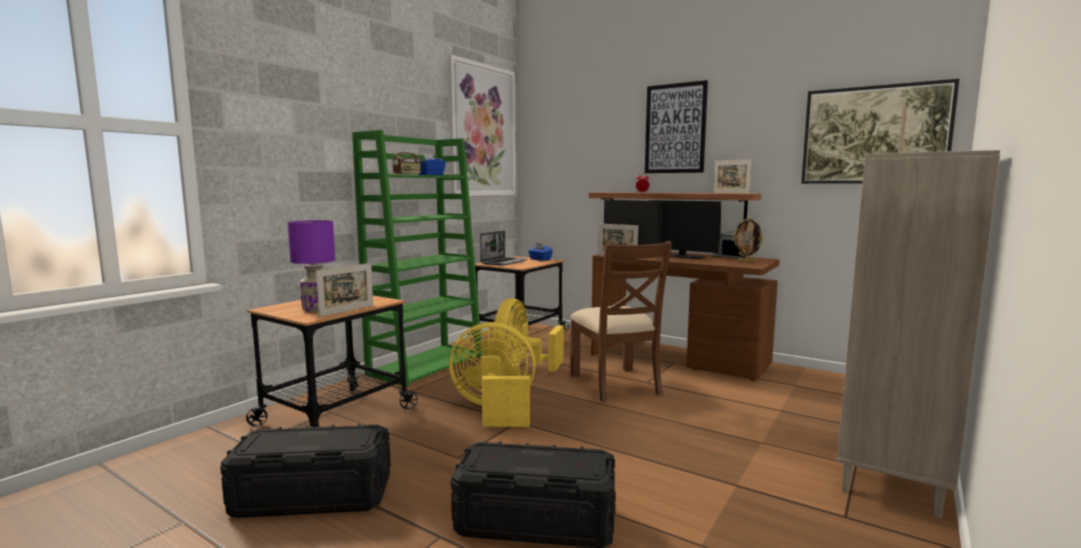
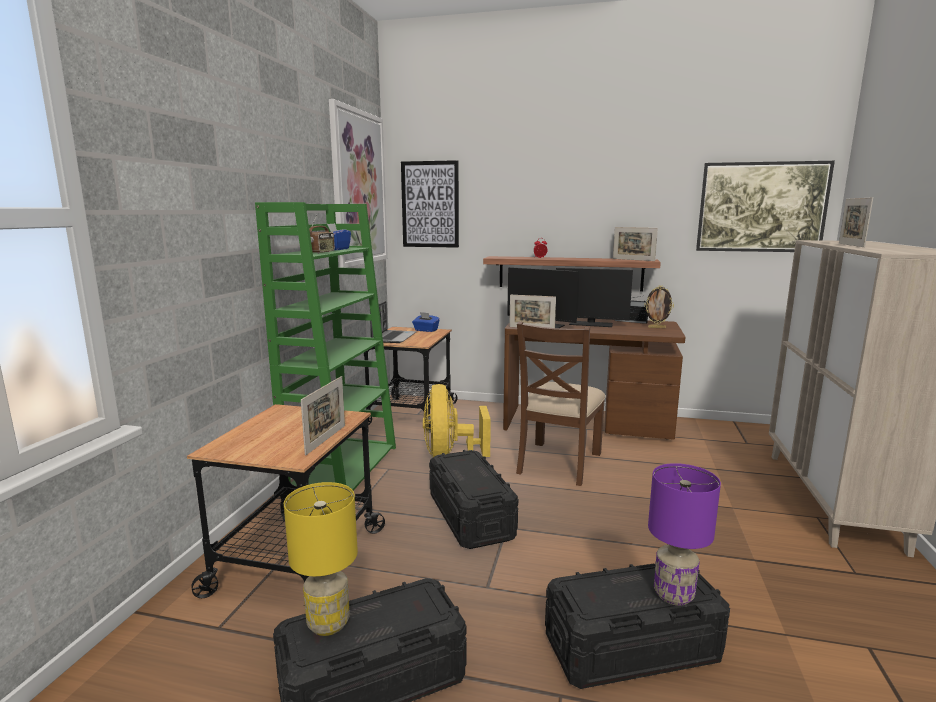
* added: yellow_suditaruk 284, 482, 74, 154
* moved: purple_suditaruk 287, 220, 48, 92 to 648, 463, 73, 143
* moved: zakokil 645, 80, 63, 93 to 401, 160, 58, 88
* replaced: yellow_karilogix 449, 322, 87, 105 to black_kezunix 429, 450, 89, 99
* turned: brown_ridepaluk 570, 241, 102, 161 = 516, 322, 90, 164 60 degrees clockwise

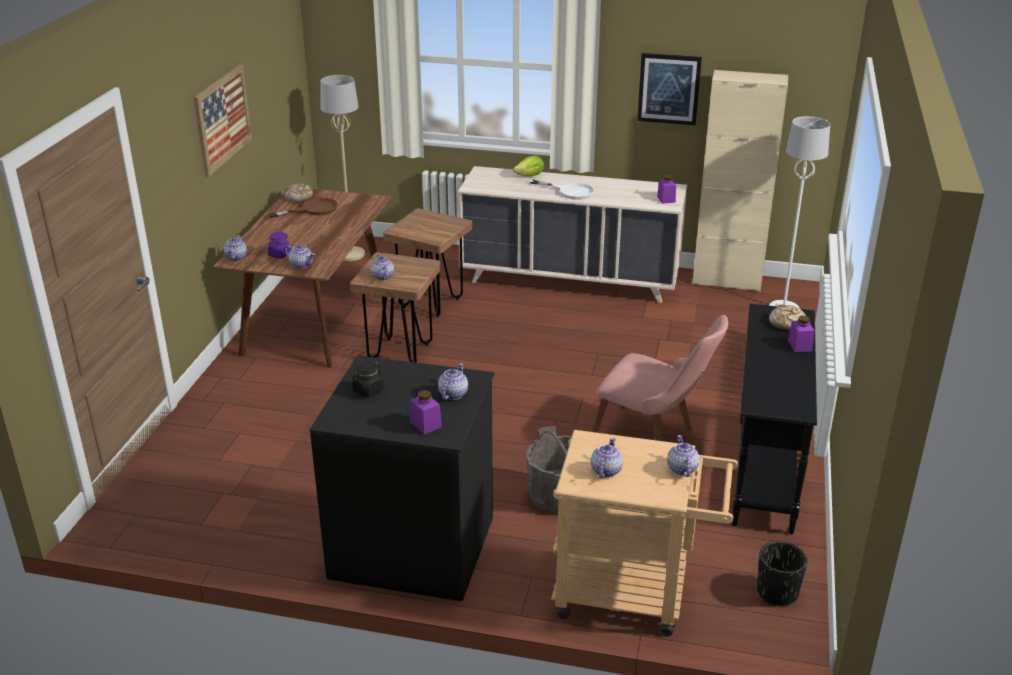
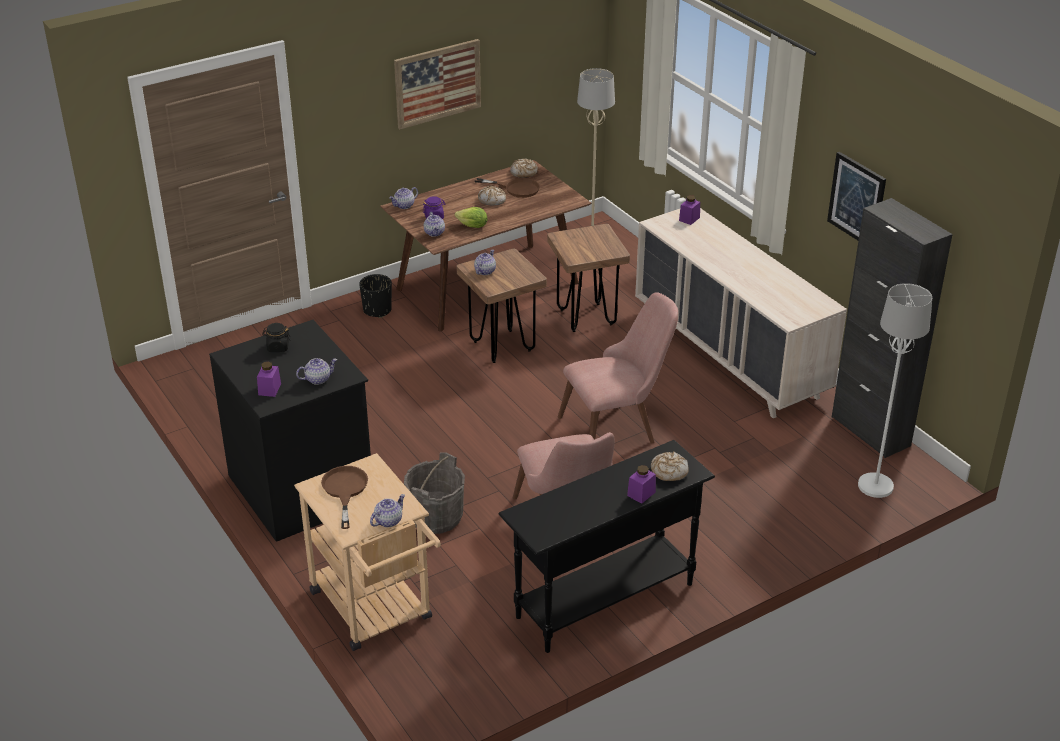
* removed: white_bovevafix 530, 180, 65, 20
* added: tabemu 478, 186, 28, 19
* added: pink_ridepaluk 558, 292, 120, 151
* moved: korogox 513, 156, 31, 21 to 455, 207, 33, 21
* moved: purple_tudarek 657, 175, 19, 29 to 679, 195, 21, 30
* moved: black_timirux 757, 541, 51, 65 to 359, 274, 33, 44
* replaced: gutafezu 591, 438, 32, 40 to brown_bovevafix 321, 466, 47, 63
* recoloured: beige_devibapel 692, 70, 96, 222 to black_devibapel 832, 198, 121, 260

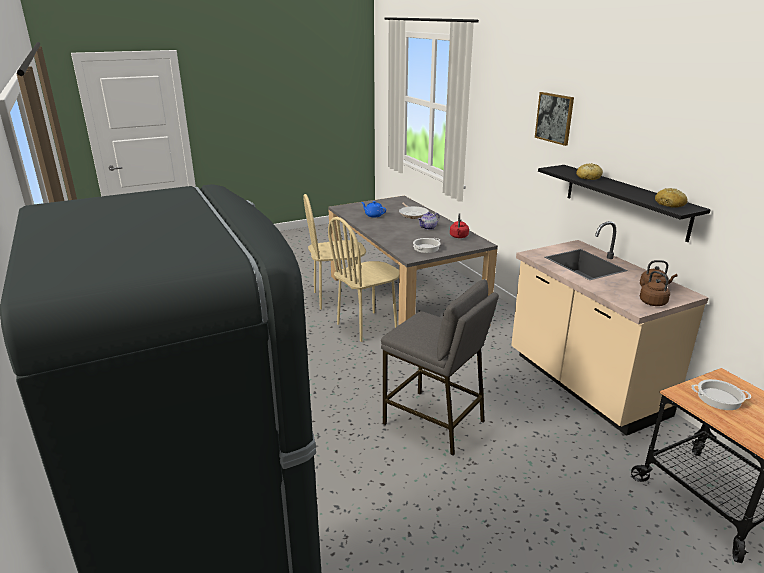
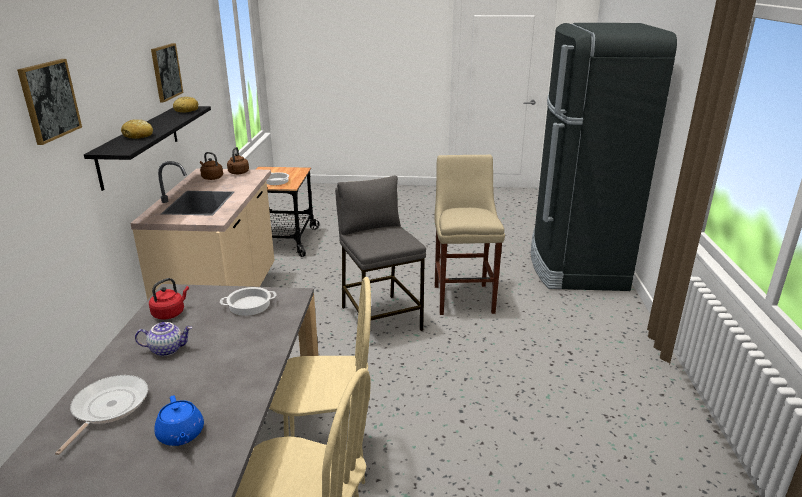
* added: zakokil 151, 43, 32, 59
* added: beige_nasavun 434, 155, 71, 160

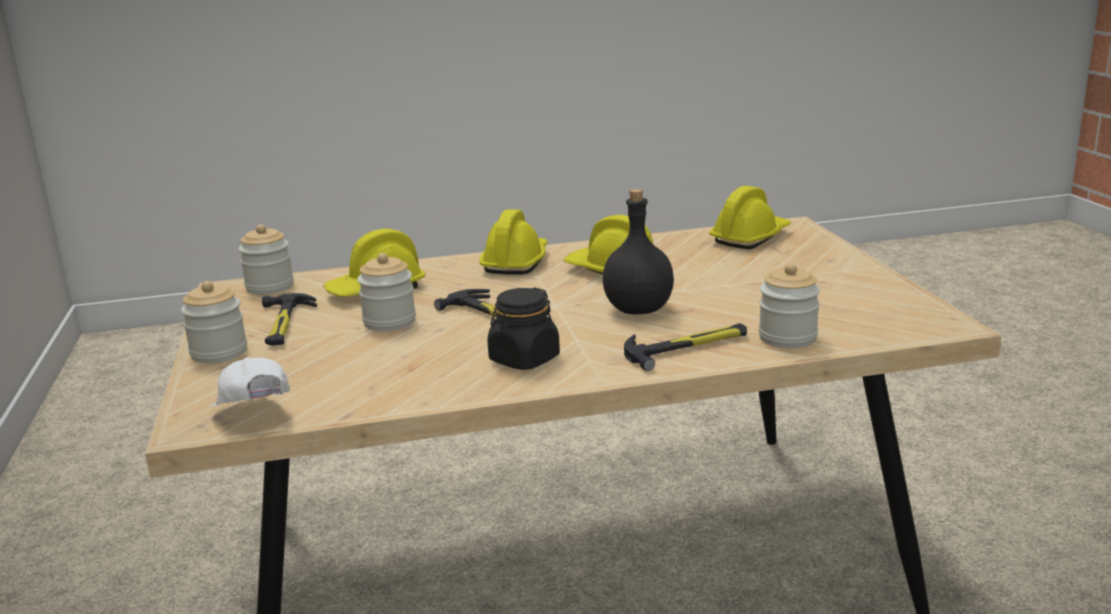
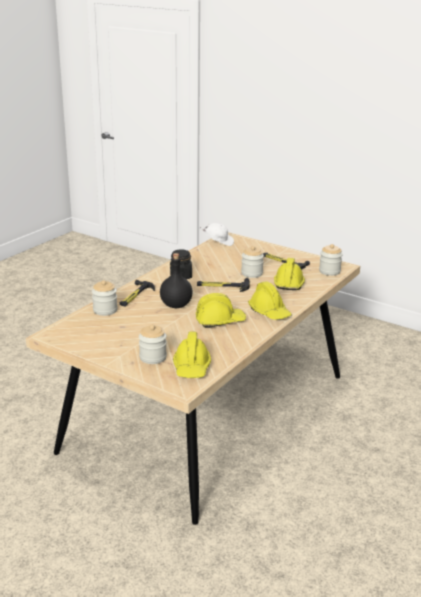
* moved: tudarek 181, 281, 66, 83 to 139, 325, 28, 39

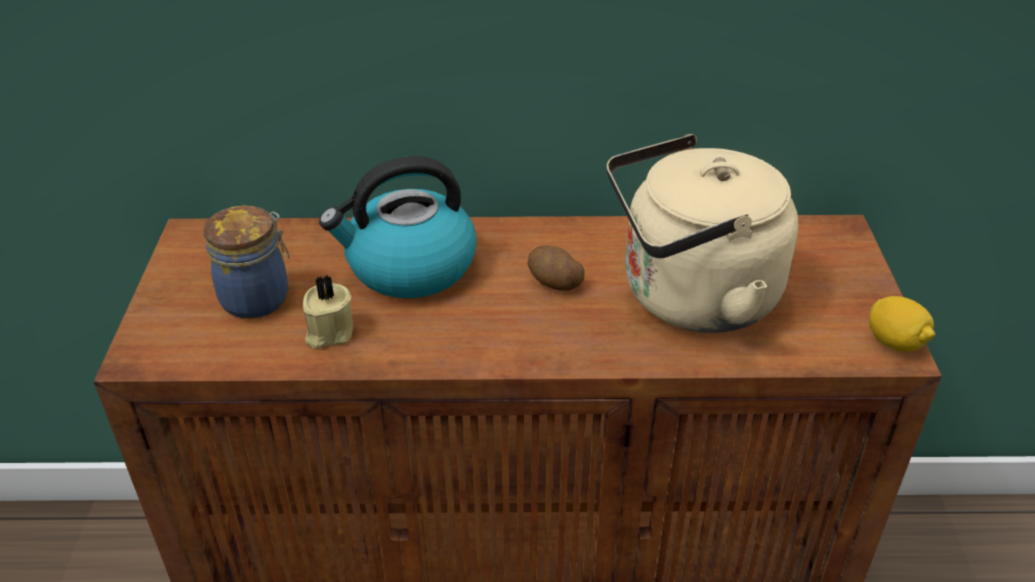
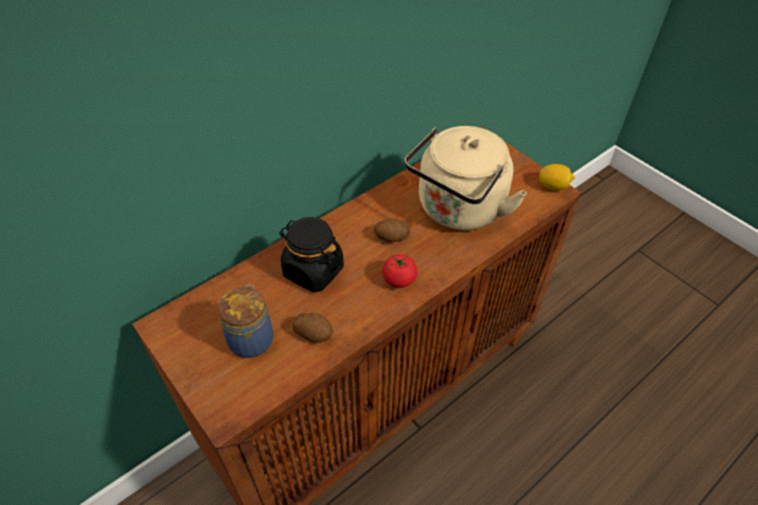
* added: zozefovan 382, 254, 35, 34
* replaced: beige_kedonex 303, 275, 50, 73 to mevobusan 292, 313, 41, 30
* replaced: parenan 319, 156, 158, 142 to black_tudarek 279, 217, 65, 76

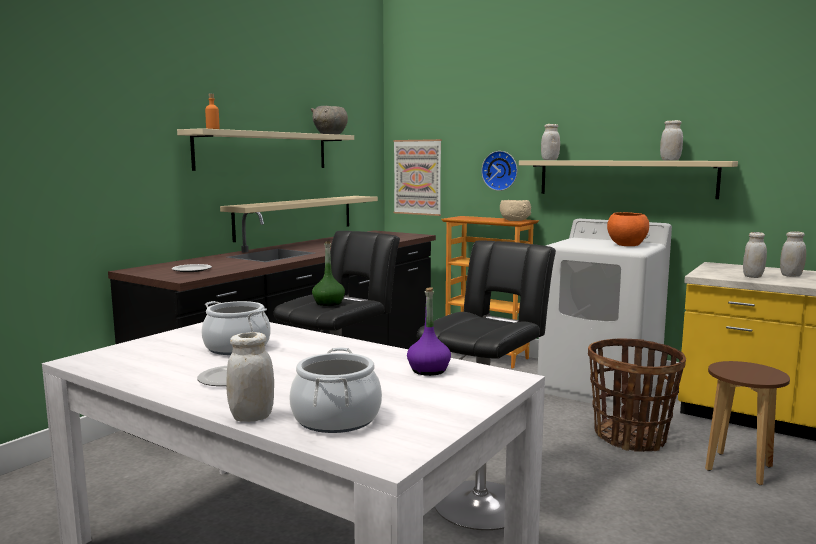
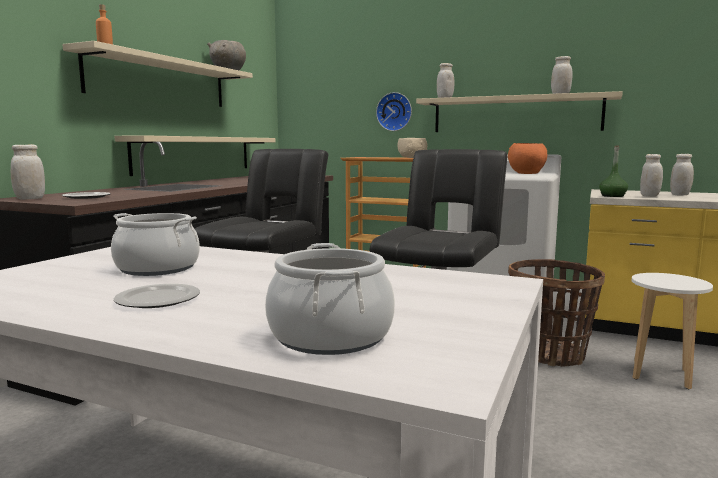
* removed: zakokil 393, 139, 49, 77
* removed: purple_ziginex 407, 287, 44, 89
* moved: white_tudarek 226, 332, 48, 90 to 11, 144, 34, 55
* moved: green_ziginex 312, 242, 33, 64 to 599, 145, 29, 52
* recoloured: brown_nasavun 705, 361, 85, 124 to white_nasavun 632, 273, 81, 117

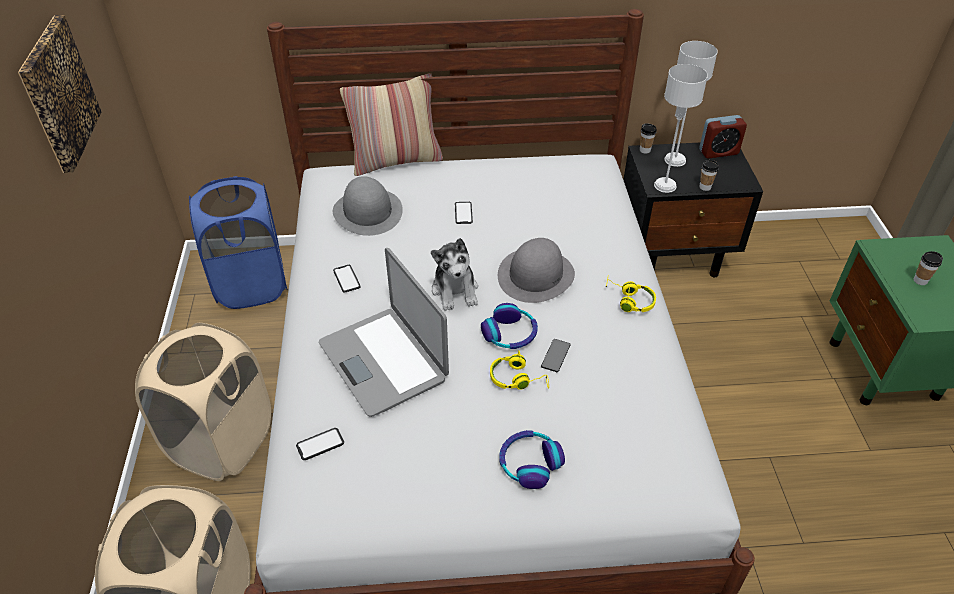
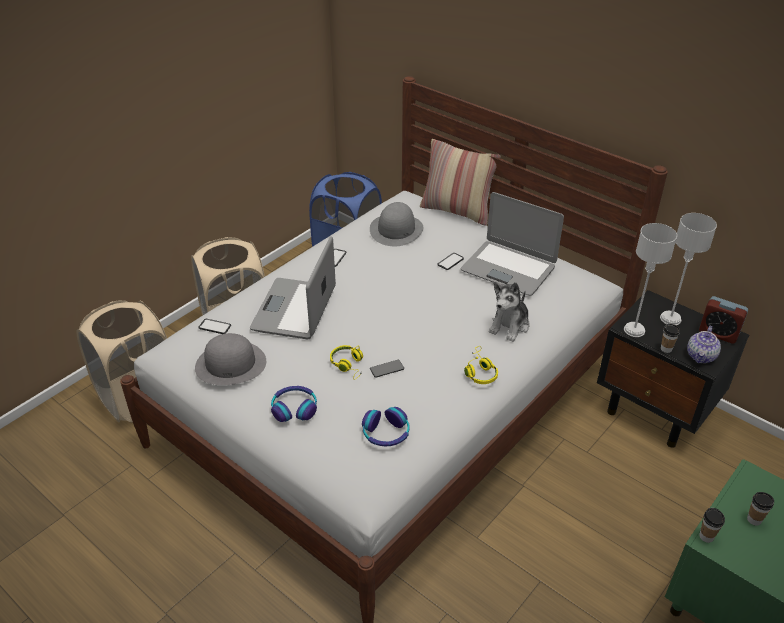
* removed: zakokil 18, 15, 83, 158
* added: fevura 461, 192, 103, 104
* added: gutafezu 687, 326, 34, 37
* moved: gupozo 431, 238, 47, 73 to 489, 282, 40, 60
* moved: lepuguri 481, 303, 57, 46 to 362, 407, 48, 39
* moved: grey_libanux 498, 238, 77, 65 to 195, 333, 71, 52
* moved: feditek 640, 123, 17, 31 to 699, 508, 26, 35

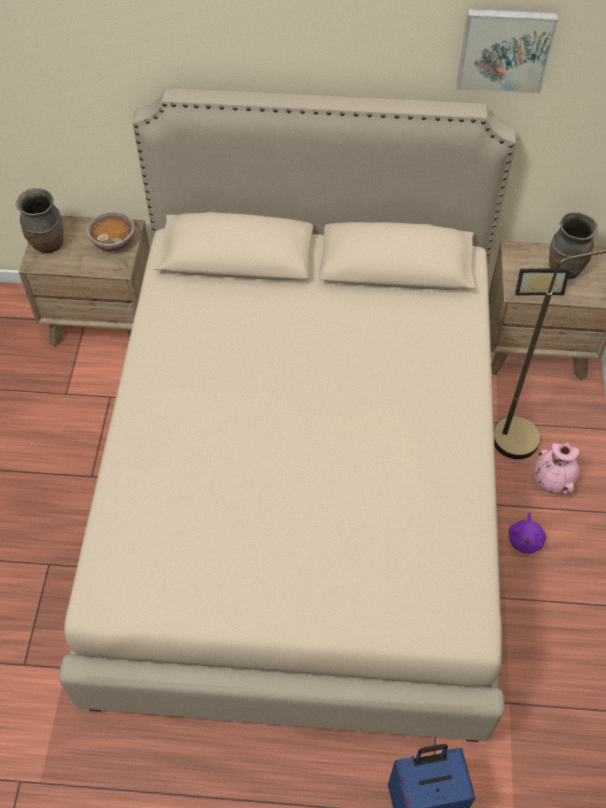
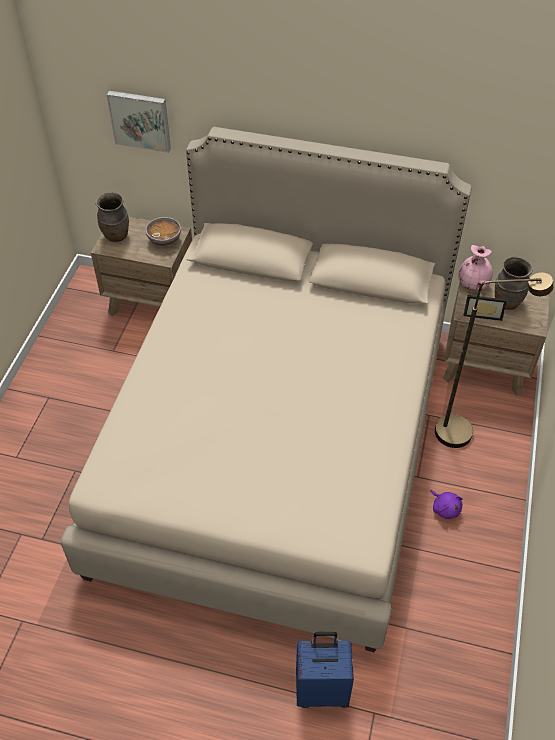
* moved: zakokil 457, 9, 101, 85 to 107, 91, 64, 62
* moved: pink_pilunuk 534, 443, 45, 51 to 458, 245, 35, 45
* turned: purple_gupozo 509, 512, 37, 42 = 430, 490, 33, 29 60 degrees counterclockwise

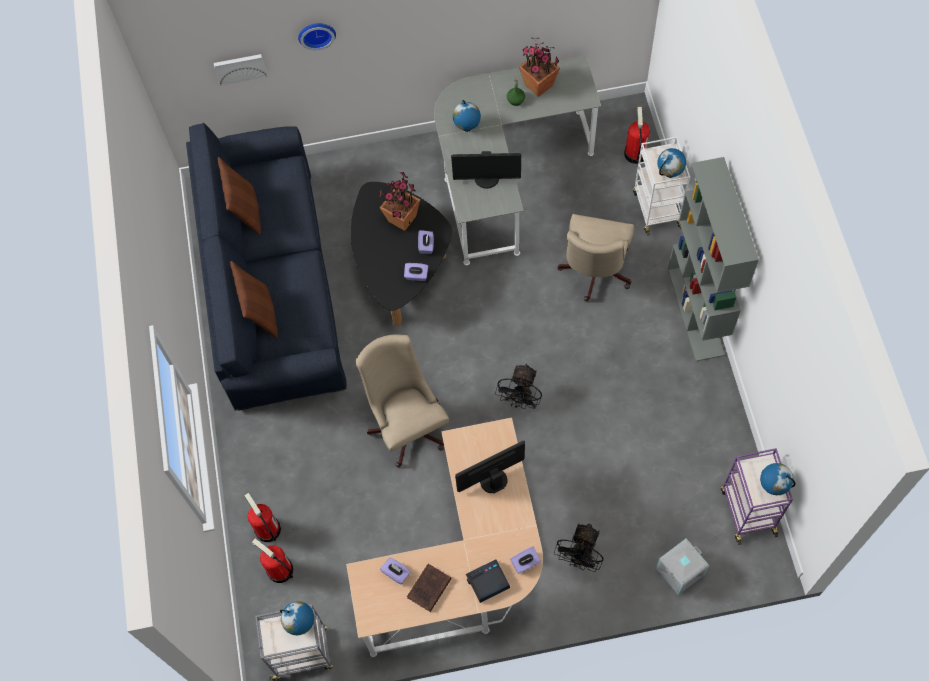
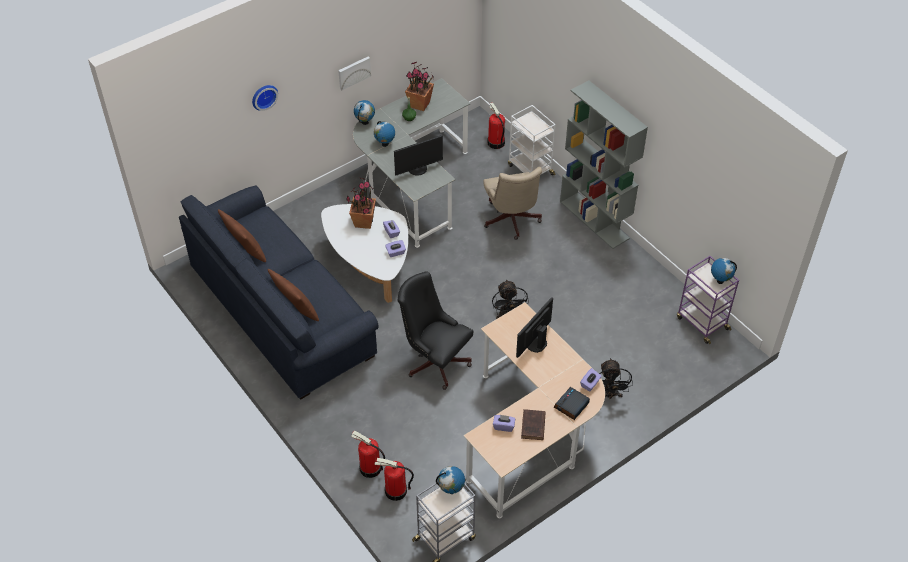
* removed: grey_kezunix 656, 538, 54, 57
* moved: zakokil 214, 54, 53, 32 to 338, 57, 33, 33
* moved: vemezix 657, 148, 29, 30 to 354, 100, 21, 25
* recoloured: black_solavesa 351, 182, 101, 144 to white_solavesa 321, 204, 87, 99
* recoloured: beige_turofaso 355, 335, 94, 133 to black_turofaso 397, 271, 76, 119

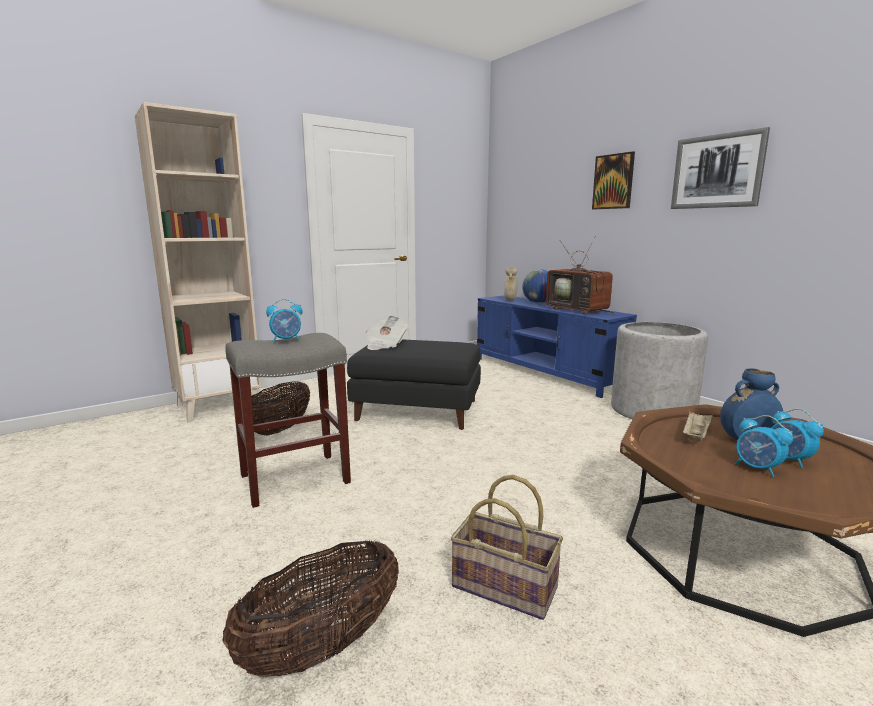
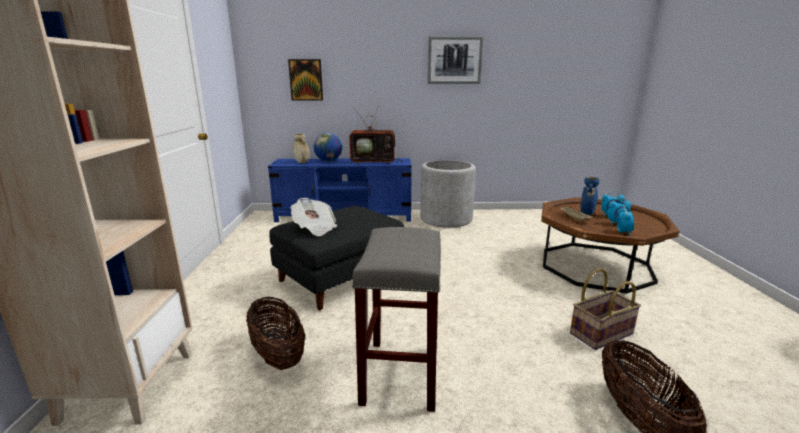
* moved: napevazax 266, 299, 37, 44 to 617, 206, 17, 30
* moved: zakokil 592, 151, 43, 58 to 288, 59, 35, 41

